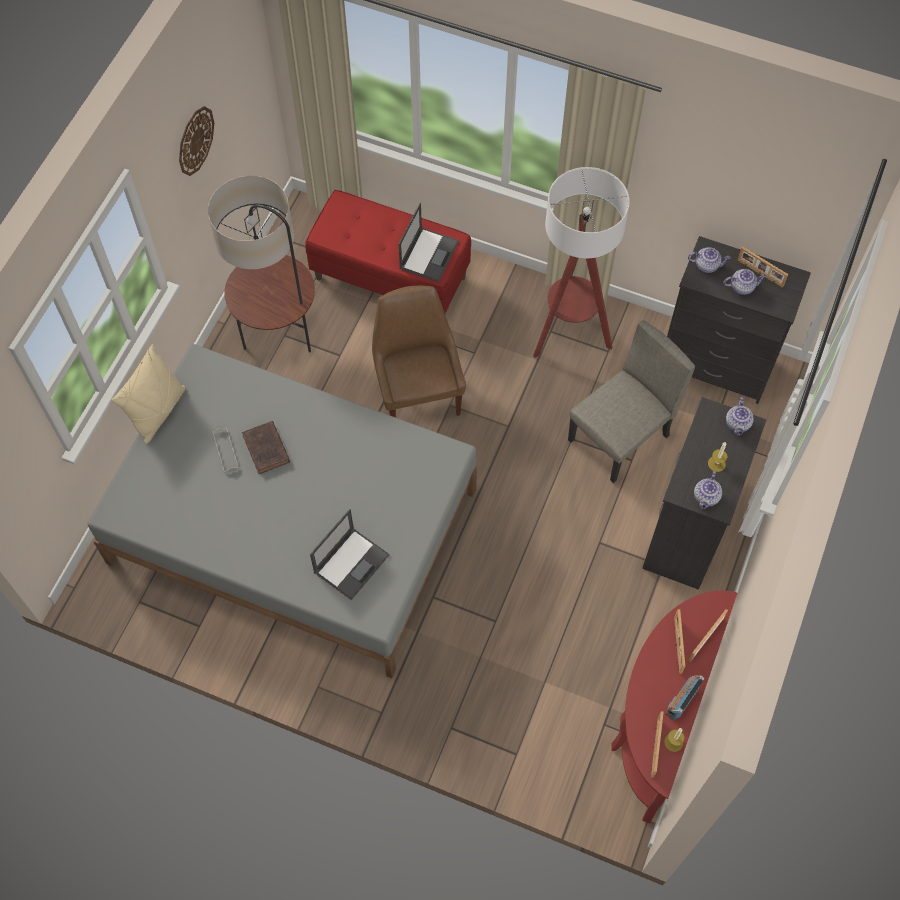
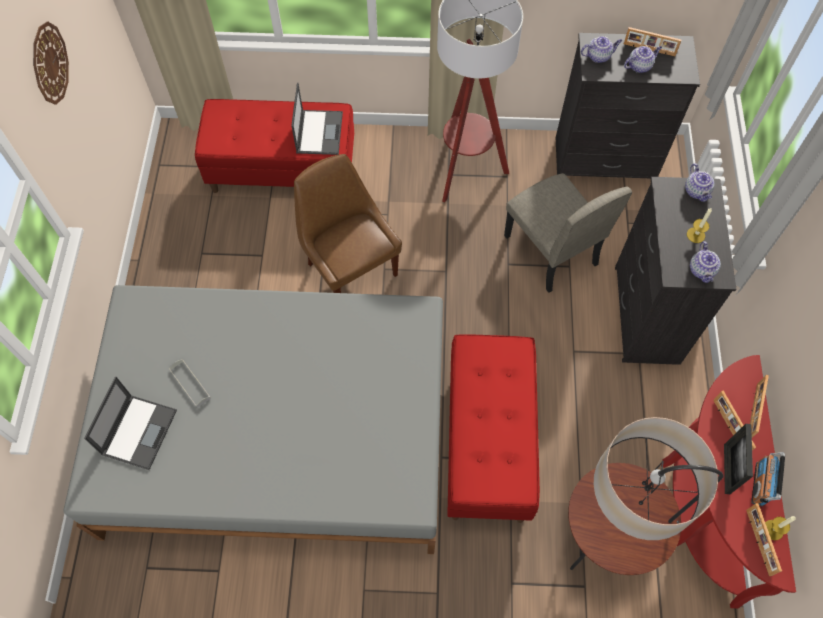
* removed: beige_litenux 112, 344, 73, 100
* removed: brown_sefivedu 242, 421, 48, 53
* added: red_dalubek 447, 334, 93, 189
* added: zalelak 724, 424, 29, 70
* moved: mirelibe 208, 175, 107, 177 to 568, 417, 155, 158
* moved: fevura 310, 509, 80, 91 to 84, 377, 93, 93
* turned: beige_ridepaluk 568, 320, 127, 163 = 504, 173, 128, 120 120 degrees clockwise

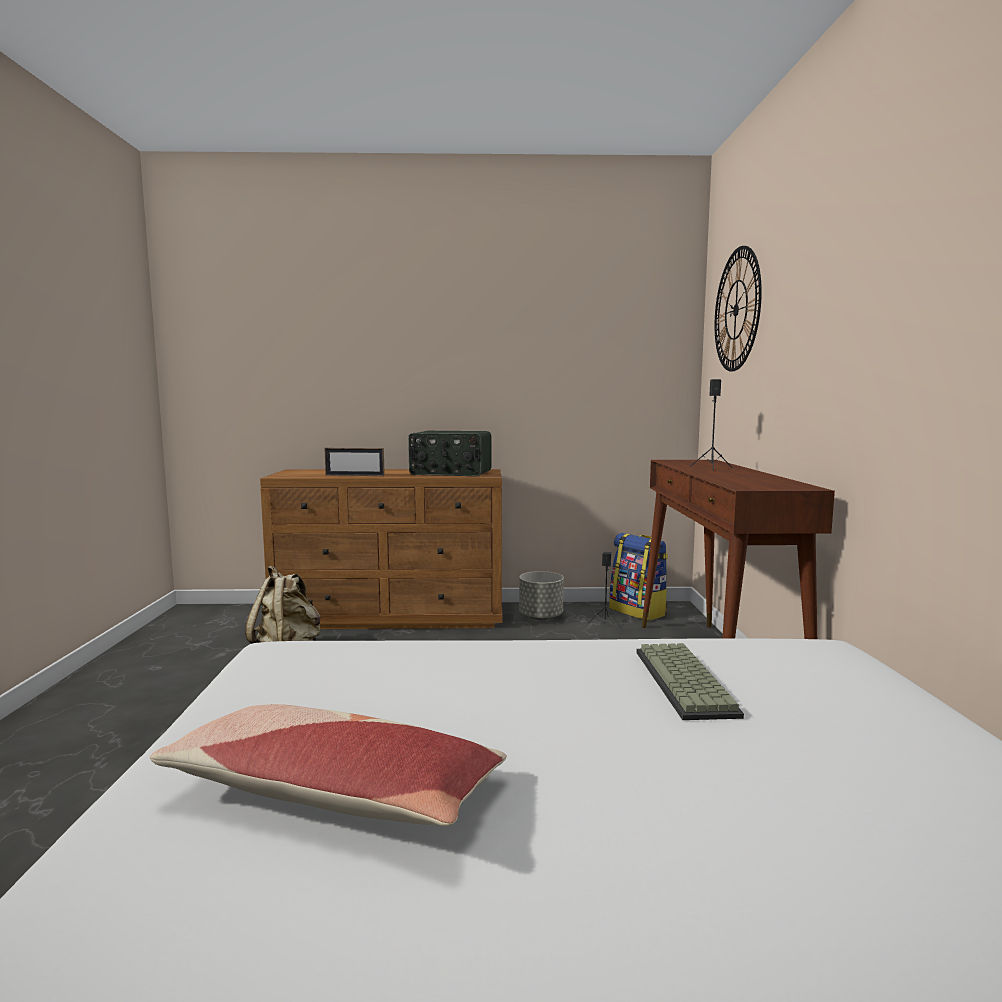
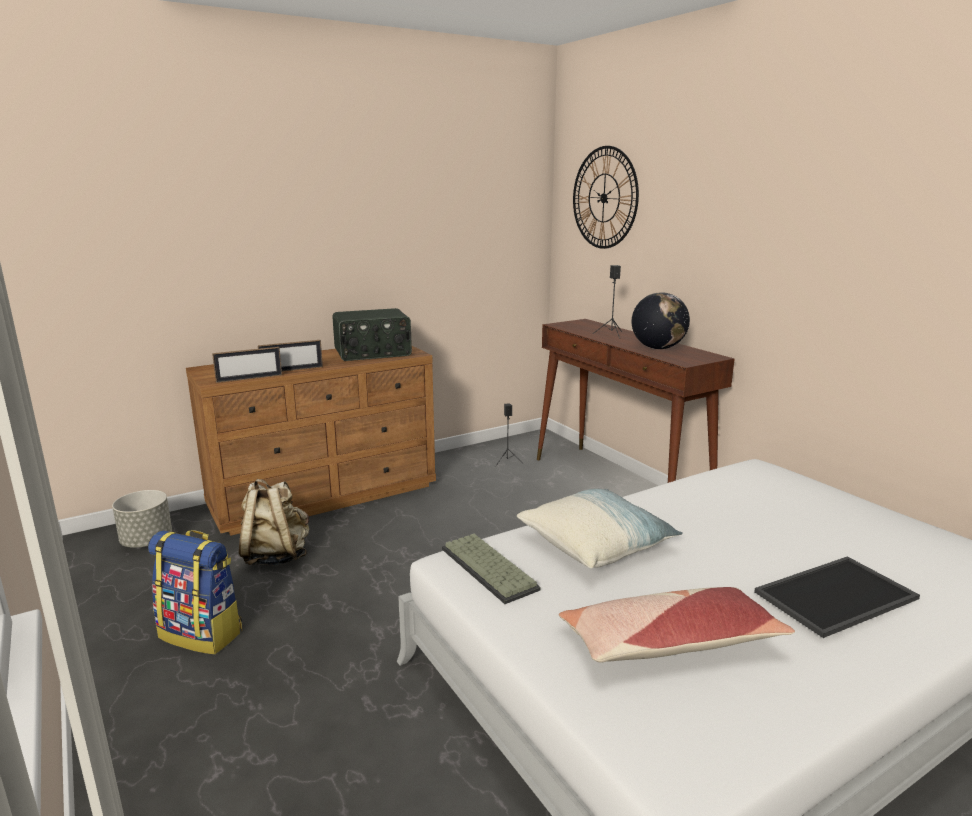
* added: zalelak 212, 347, 70, 36
* added: litenux 517, 489, 165, 80
* added: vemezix 632, 292, 58, 57
* added: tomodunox 754, 556, 166, 82
* moved: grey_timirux 519, 571, 45, 49 to 112, 490, 60, 58
* moved: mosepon 609, 533, 59, 88 to 148, 530, 94, 124
* moved: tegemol 636, 643, 108, 77 to 442, 534, 99, 70

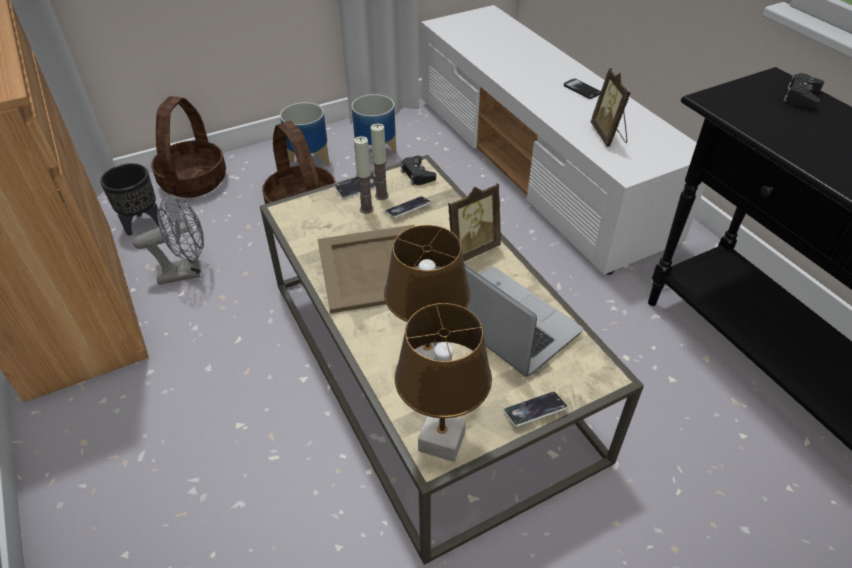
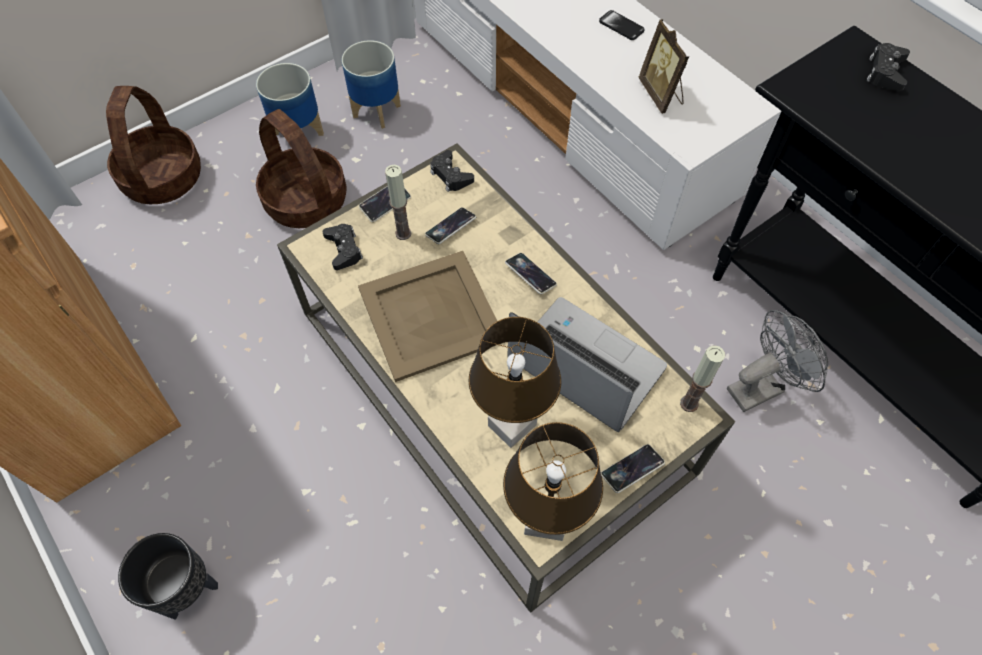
* added: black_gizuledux 322, 224, 41, 46
* moved: black_timirux 100, 163, 62, 73 to 118, 533, 100, 87
* moved: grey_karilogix 133, 193, 71, 92 to 727, 310, 101, 102
* moved: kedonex 371, 123, 18, 77 to 680, 345, 45, 67
* replaced: zalelak 448, 183, 53, 78 to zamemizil 505, 253, 52, 41

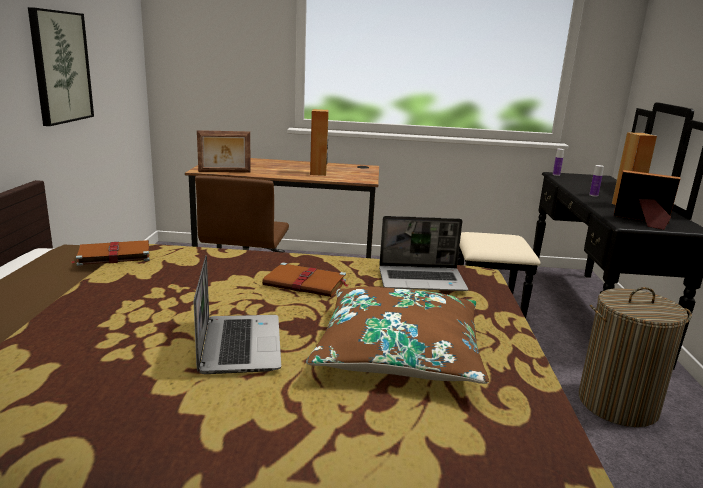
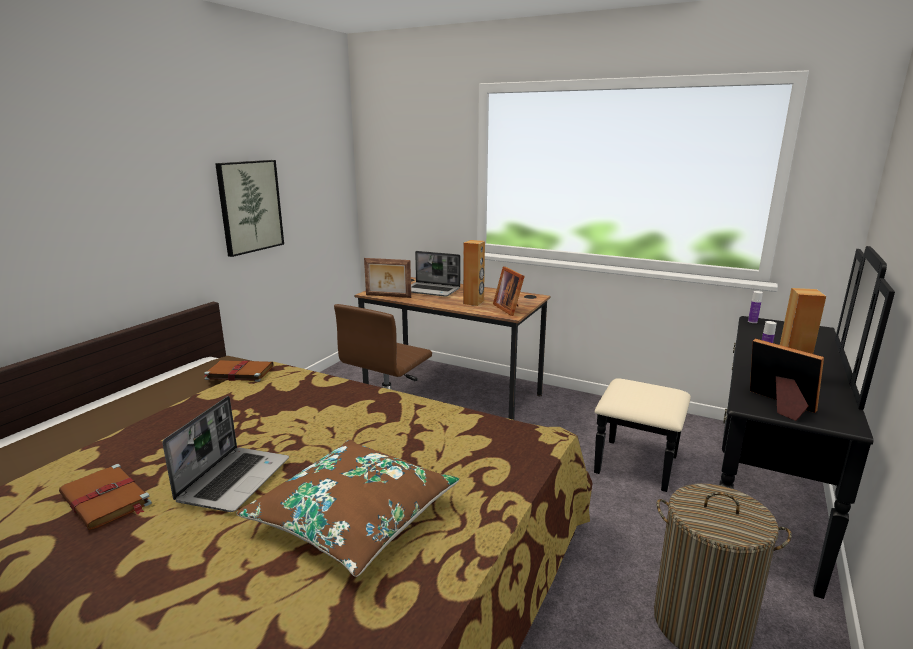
* added: zalelak 493, 266, 32, 50
* moved: brown_sefivedu 262, 262, 86, 35 to 59, 464, 93, 66
* moved: fevura 379, 216, 89, 75 to 411, 251, 49, 46

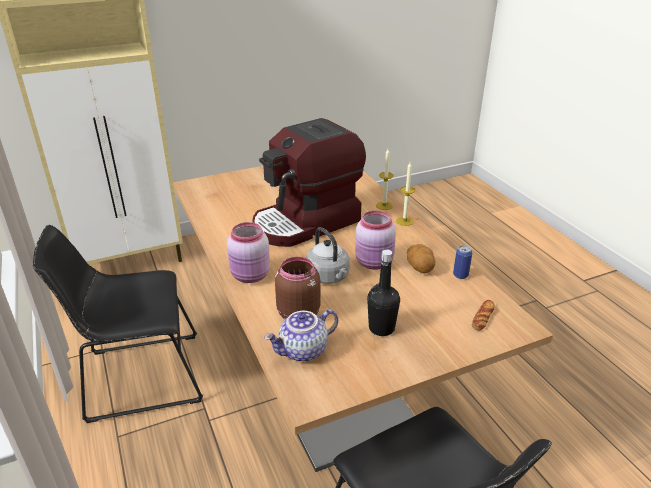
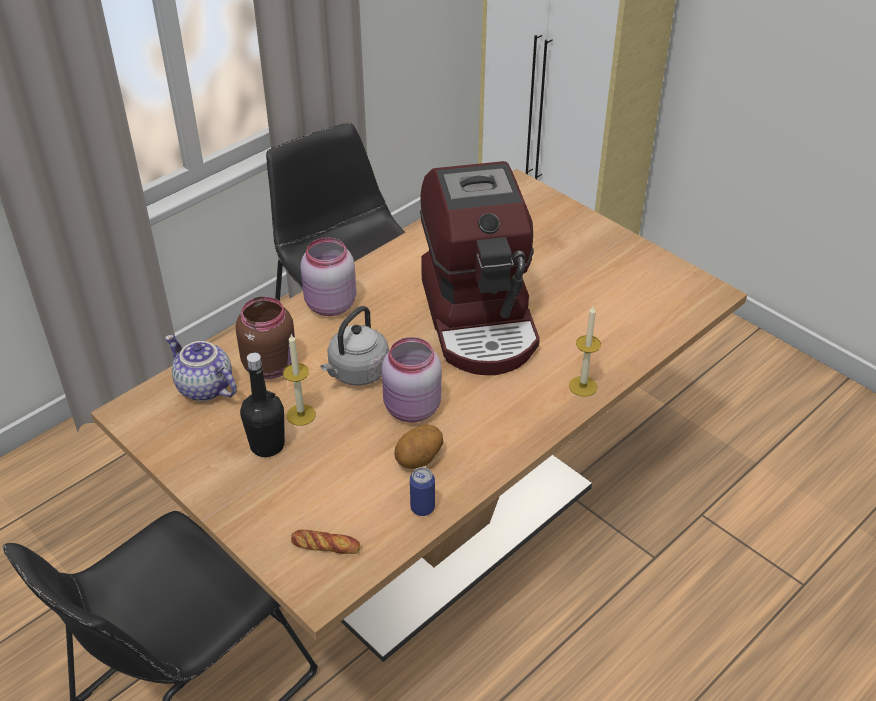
* moved: kedonex 396, 163, 19, 63 to 283, 334, 33, 92
* turned: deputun 252, 118, 114, 129 = 420, 161, 120, 214 135 degrees counterclockwise

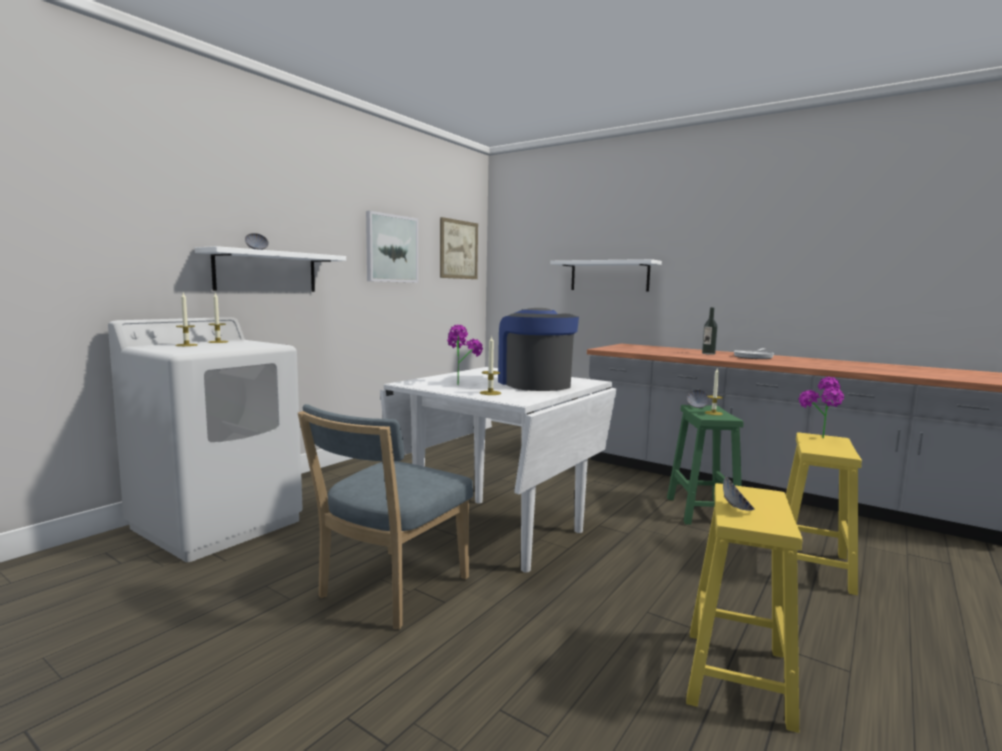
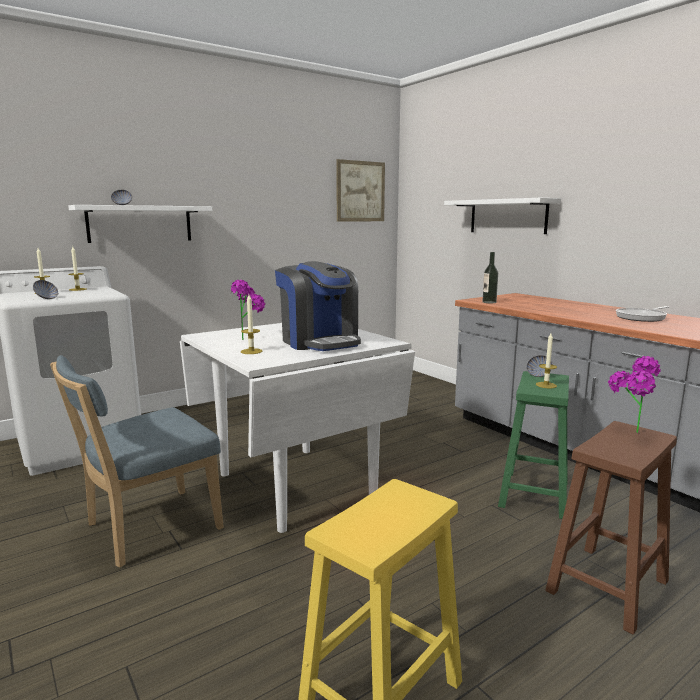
* removed: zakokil 366, 211, 52, 72
* moved: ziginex 702, 307, 16, 48 to 482, 252, 16, 51
* moved: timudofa 723, 477, 32, 34 to 33, 280, 25, 19
* recoloured: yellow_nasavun 786, 432, 76, 163 to brown_nasavun 545, 421, 132, 214
* turned: deputun 498, 308, 81, 83 = 275, 261, 86, 90 150 degrees clockwise

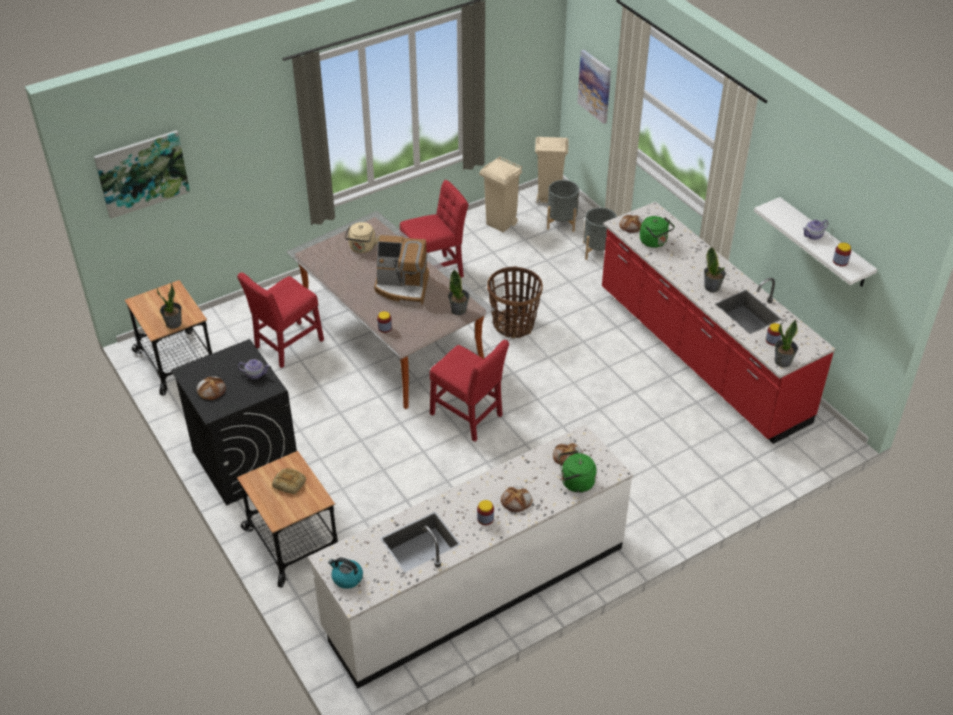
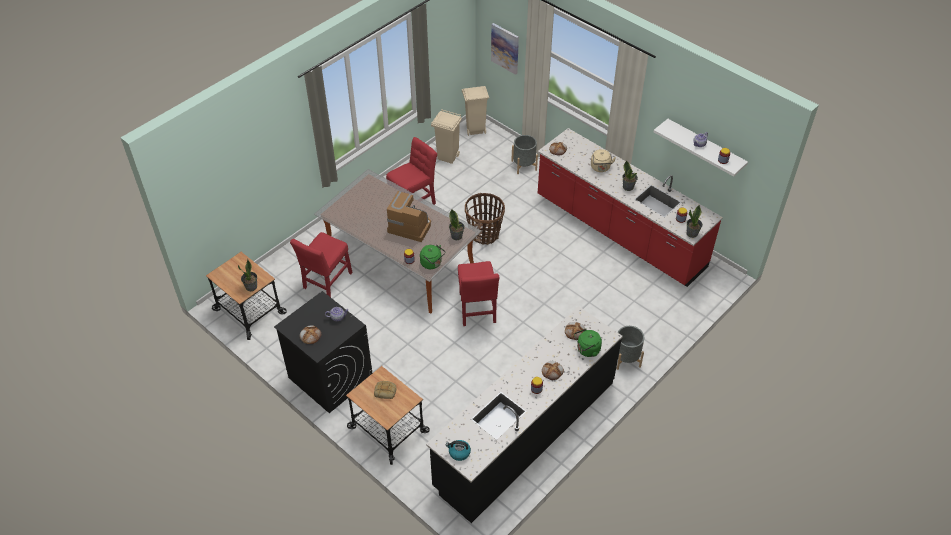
* removed: zakokil 94, 130, 96, 89
* moved: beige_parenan 345, 222, 35, 31 to 591, 149, 25, 23
* moved: grey_timirux 547, 180, 32, 52 to 617, 326, 27, 44
* moved: green_parenan 640, 216, 35, 32 to 420, 245, 25, 24
* recoloured: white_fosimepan 308, 424, 325, 265 to black_fosimepan 426, 306, 197, 217
* turned: deputun 374, 235, 55, 69 = 387, 191, 44, 51 150 degrees counterclockwise
* turned: red_ridepaluk 430, 340, 79, 102 = 458, 261, 41, 65 60 degrees clockwise

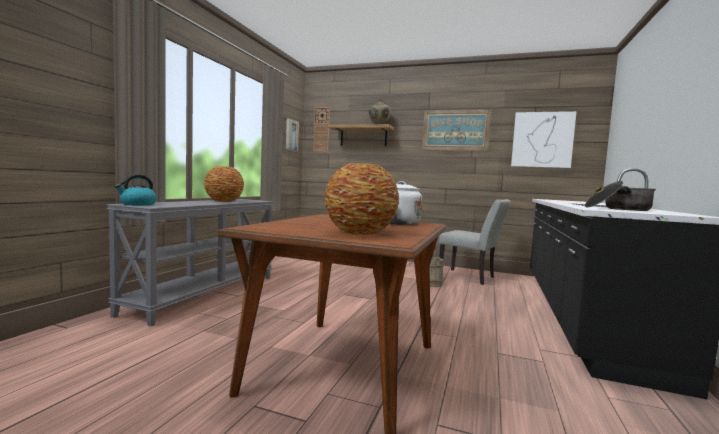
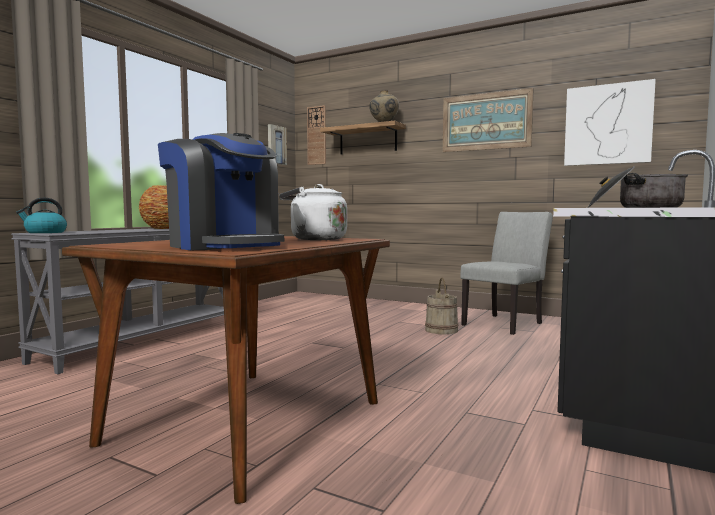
* replaced: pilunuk 324, 163, 75, 72 to deputun 158, 133, 126, 117
* turned: grey_ridepaluk 439, 199, 72, 86 = 460, 212, 93, 123 90 degrees counterclockwise

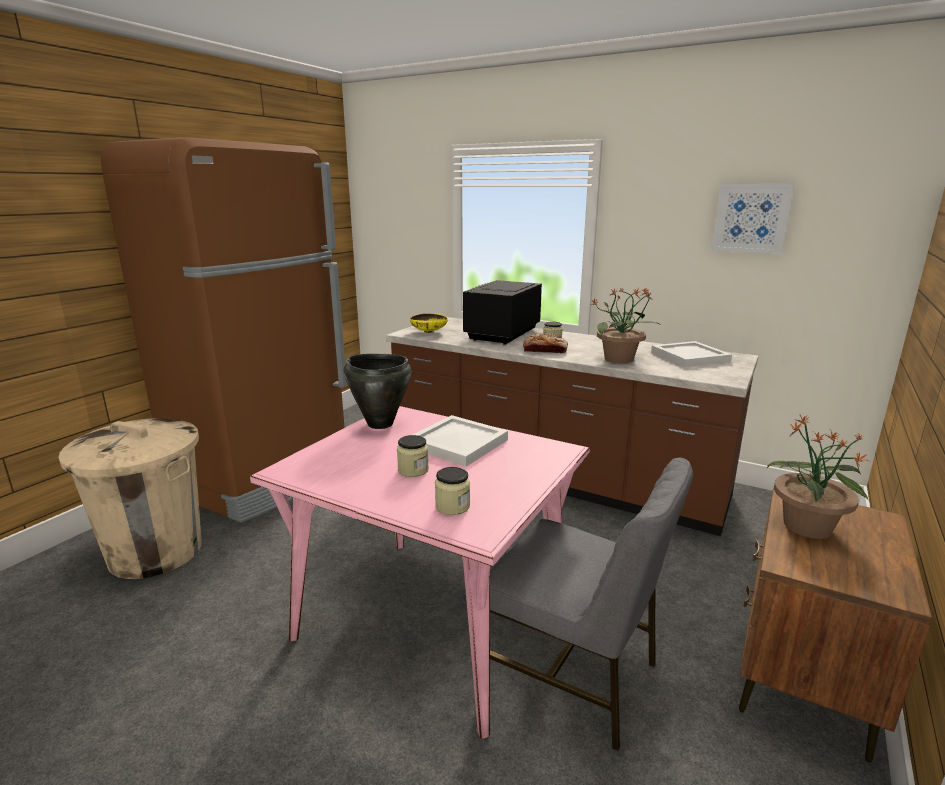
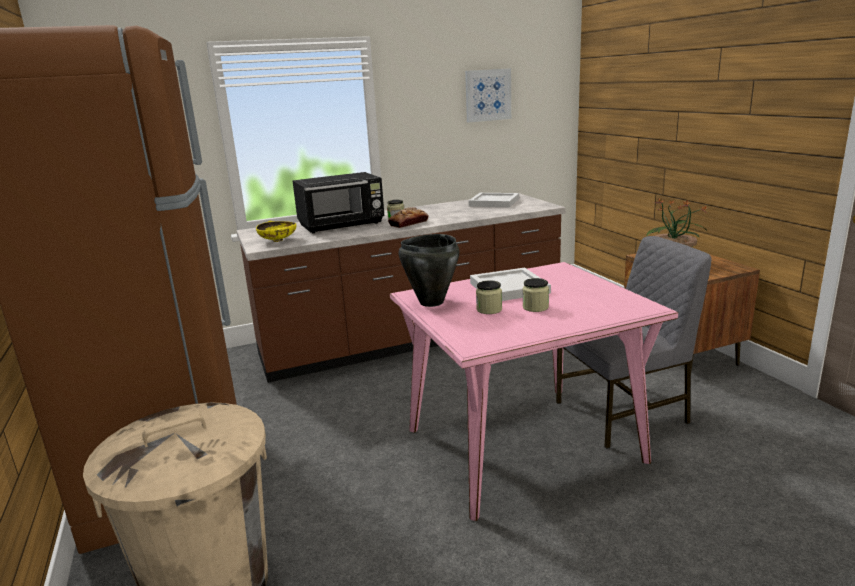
* removed: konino 590, 288, 71, 75
* moved: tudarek 435, 467, 35, 48 to 476, 280, 26, 34
* turned: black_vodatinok 463, 280, 79, 65 = 293, 172, 91, 61 90 degrees counterclockwise

